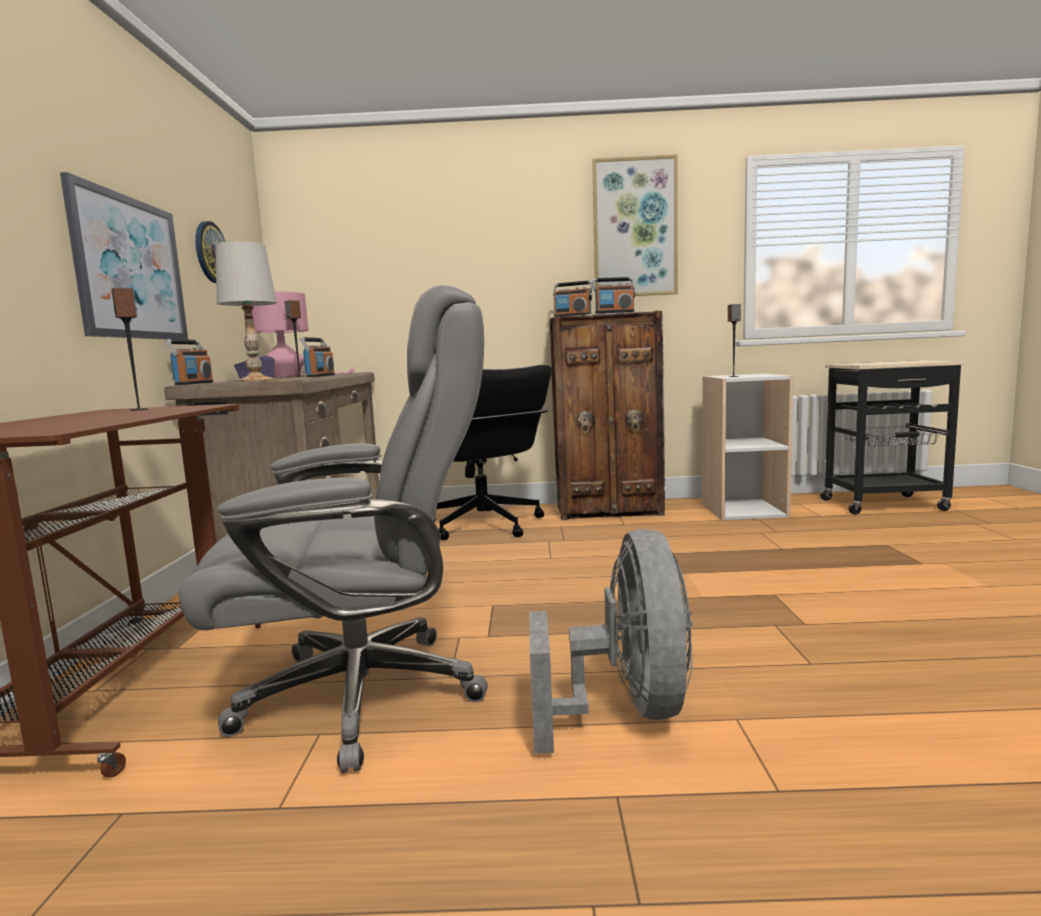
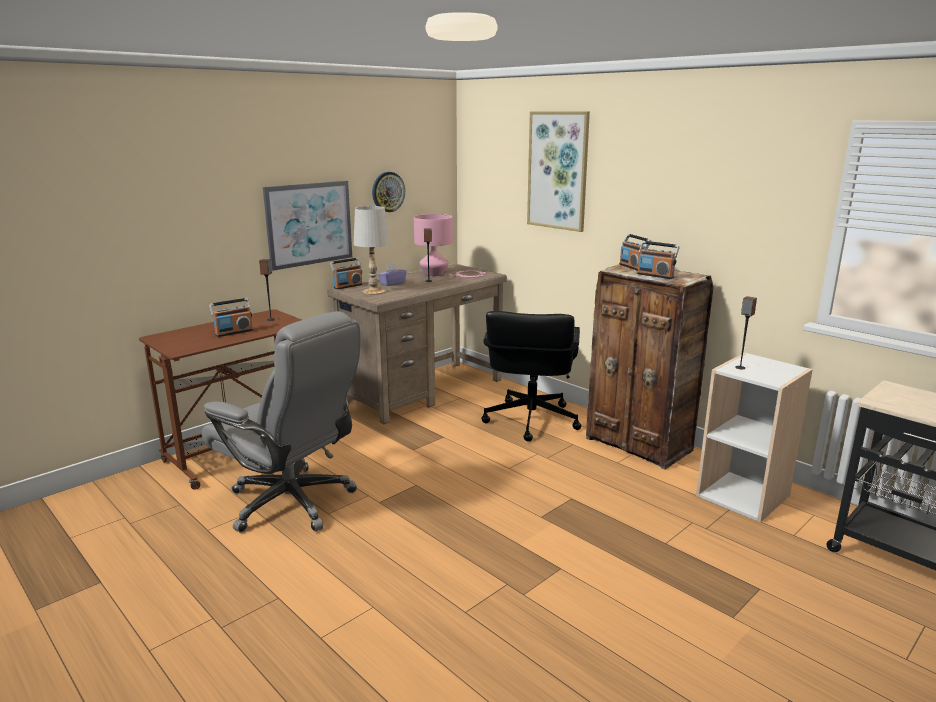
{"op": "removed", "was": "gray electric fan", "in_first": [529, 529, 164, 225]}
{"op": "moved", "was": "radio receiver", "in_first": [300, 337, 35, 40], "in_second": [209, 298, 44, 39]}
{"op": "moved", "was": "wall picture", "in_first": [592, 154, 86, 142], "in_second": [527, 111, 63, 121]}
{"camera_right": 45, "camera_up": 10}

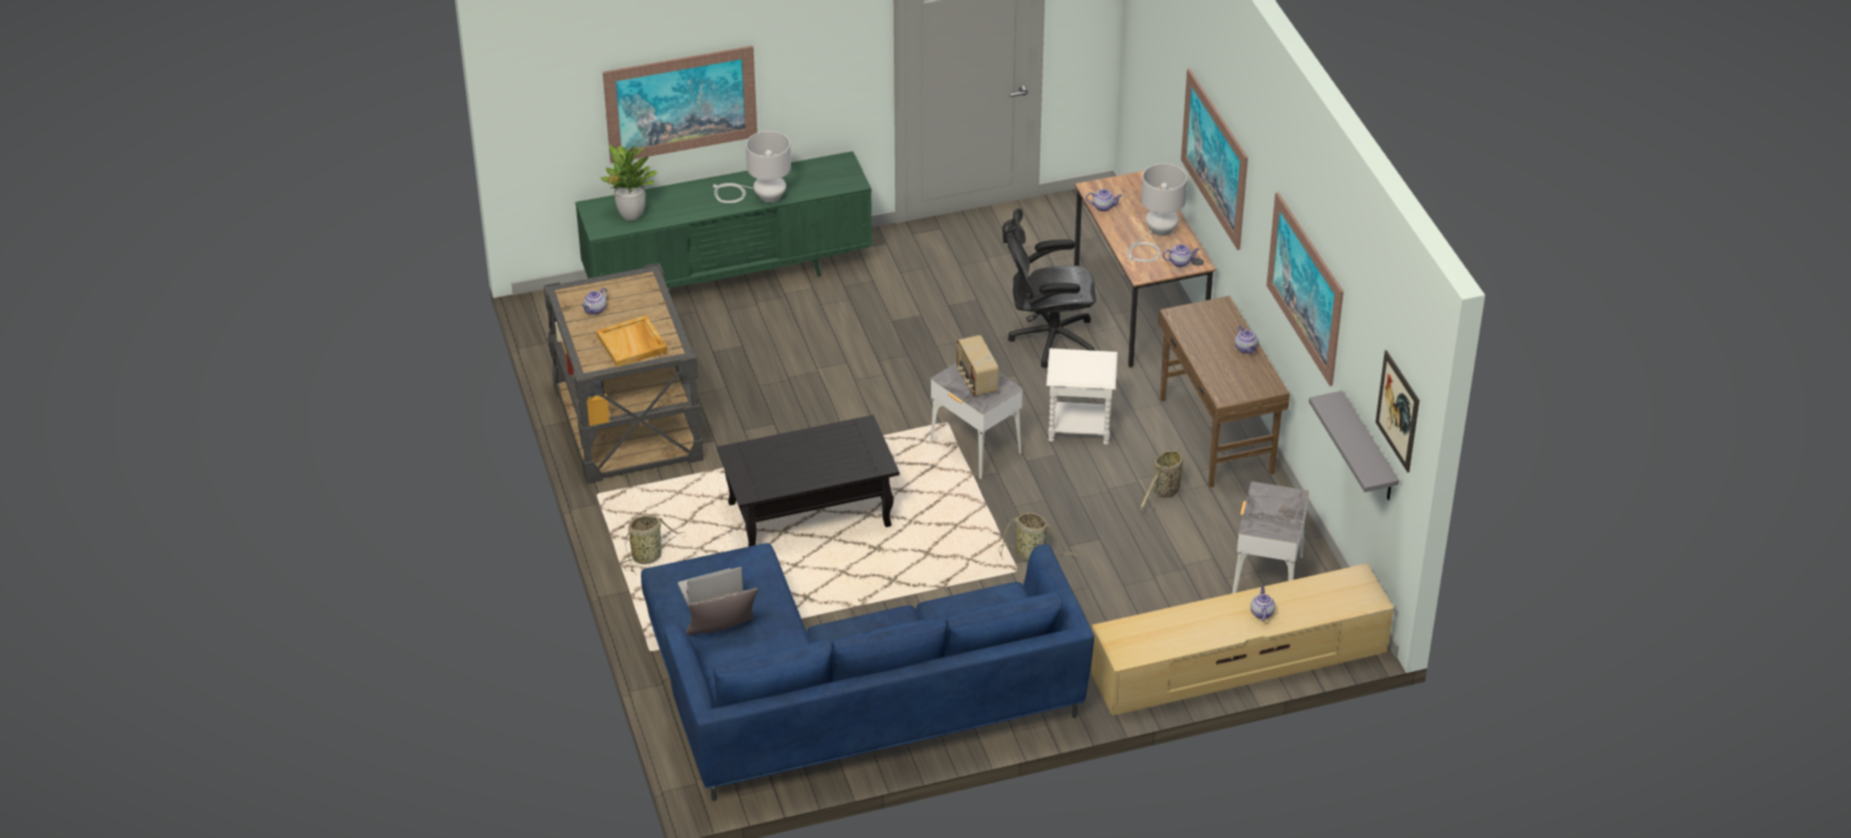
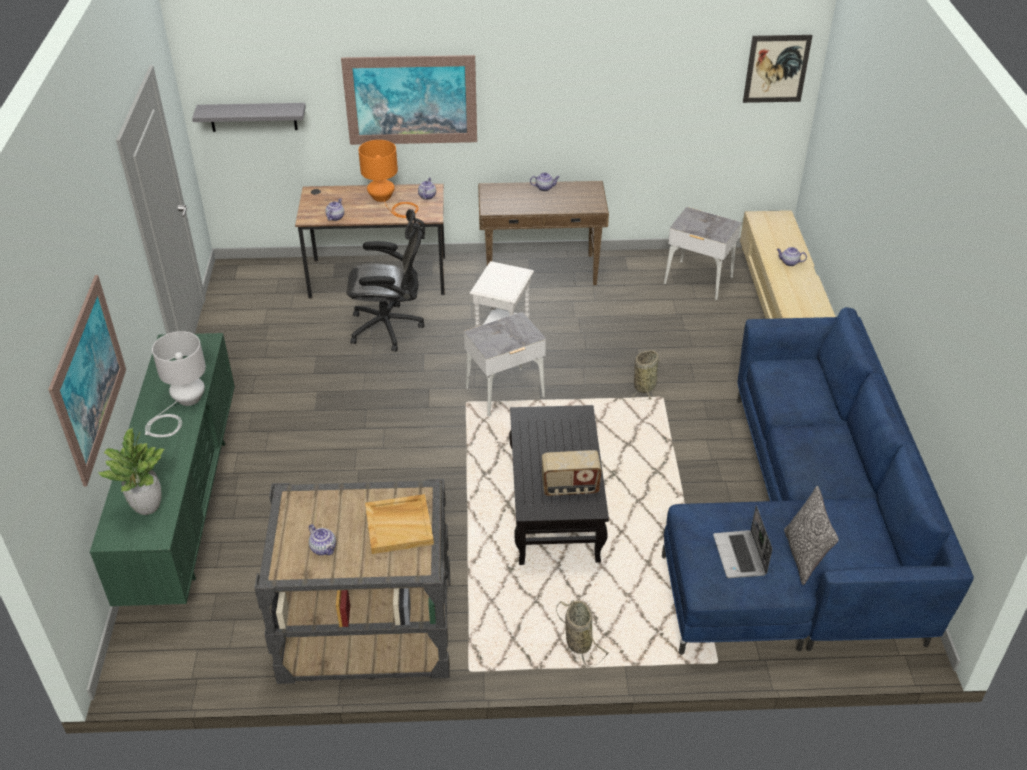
{"op": "removed", "was": "household basket", "in_first": [1140, 448, 45, 65]}
{"op": "removed", "was": "wall picture", "in_first": [1266, 192, 78, 194]}
{"op": "moved", "was": "radio receiver", "in_first": [957, 335, 41, 61], "in_second": [542, 450, 60, 46]}
{"op": "moved", "was": "gray bracket shelf", "in_first": [1309, 391, 90, 109], "in_second": [192, 103, 114, 29]}
{"op": "recoloured", "was": "white-coloured table lamp", "now": "orange table lamp", "in_first": [1126, 163, 61, 99], "in_second": [359, 140, 60, 78]}
{"op": "turned", "was": "office chair", "in_first": [1002, 209, 94, 159], "in_second": [346, 209, 79, 143], "clockwise": -105}
{"camera_right": -75, "camera_up": 0}

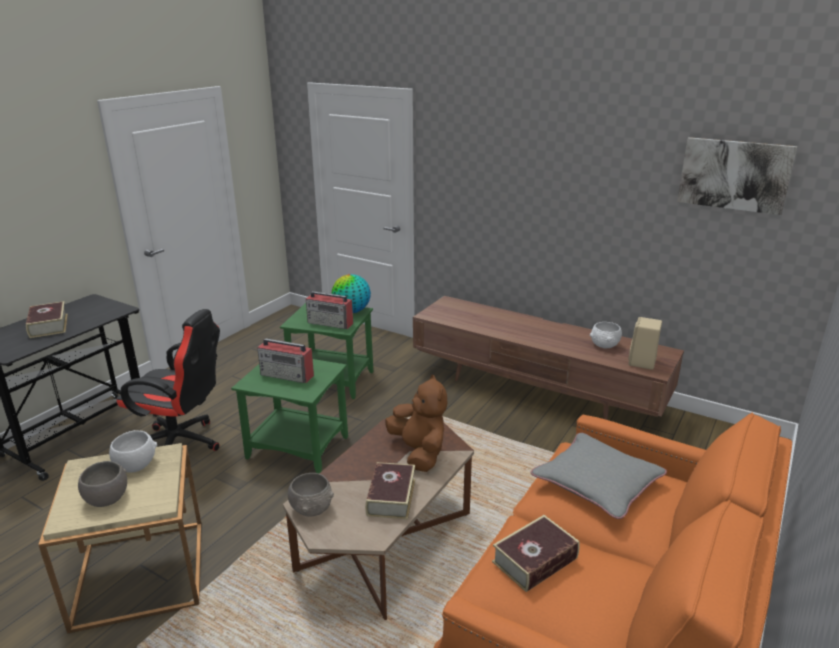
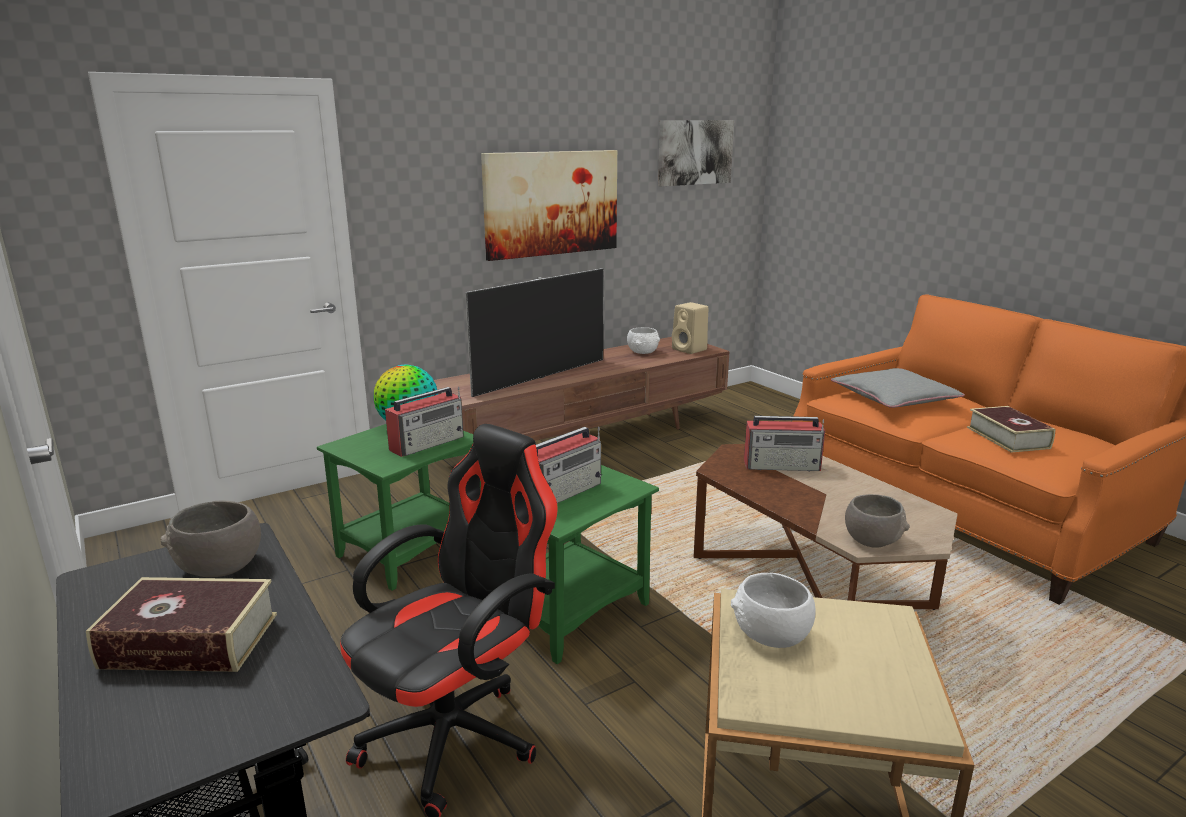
{"op": "removed", "was": "bound book", "in_first": [365, 462, 50, 57]}
{"op": "added", "now": "television", "in_second": [465, 268, 139, 129]}
{"op": "added", "now": "wall picture", "in_second": [481, 150, 136, 111]}
{"op": "moved", "was": "gray bowl", "in_first": [78, 461, 49, 46], "in_second": [161, 501, 100, 76]}
{"op": "replaced", "was": "brownish soft toy", "now": "radio receiver", "in_first": [385, 374, 63, 98], "in_second": [744, 416, 81, 55]}
{"camera_right": -65, "camera_up": -5}

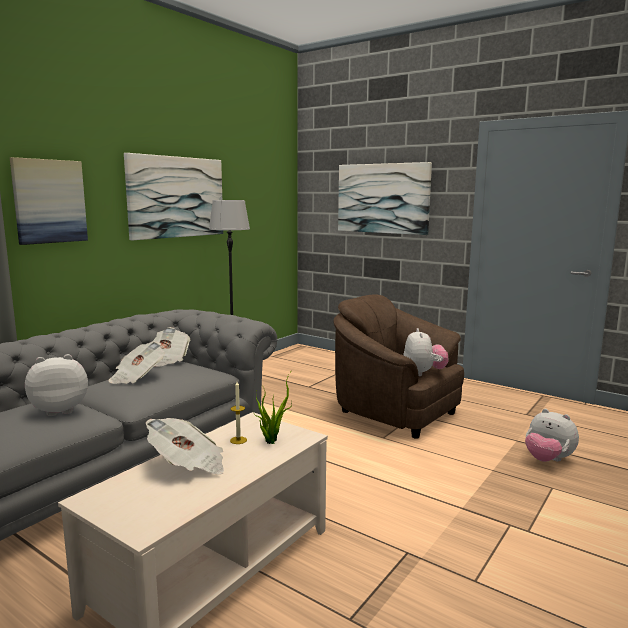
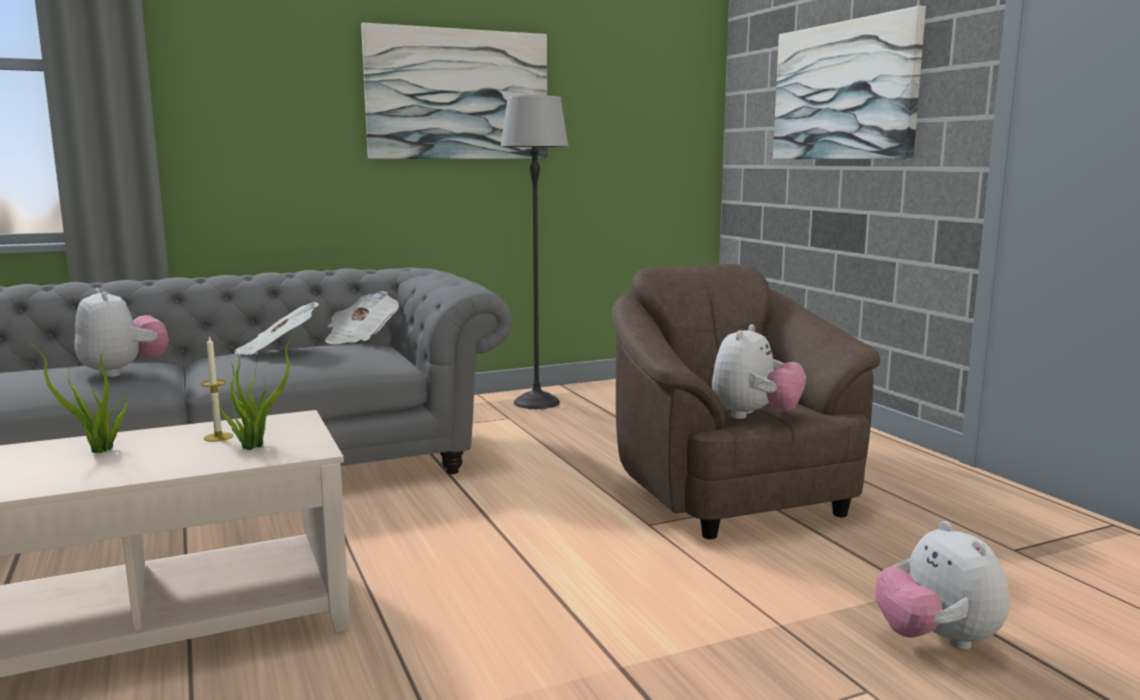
{"op": "removed", "was": "wall picture", "in_first": [10, 157, 78, 88]}
{"op": "replaced", "was": "daily paper", "now": "plant in a pot", "in_first": [146, 418, 78, 57], "in_second": [29, 342, 99, 111]}
{"op": "turned", "was": "soft toy", "in_first": [25, 354, 63, 62], "in_second": [75, 288, 94, 89], "clockwise": 45}
{"camera_right": 30, "camera_up": 0}

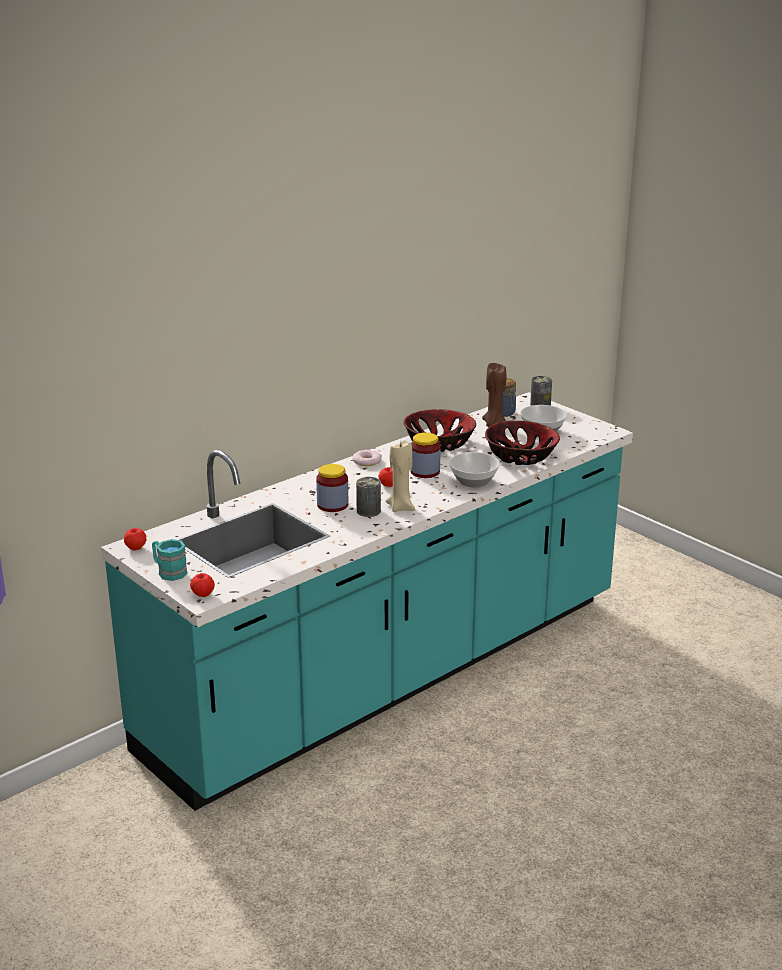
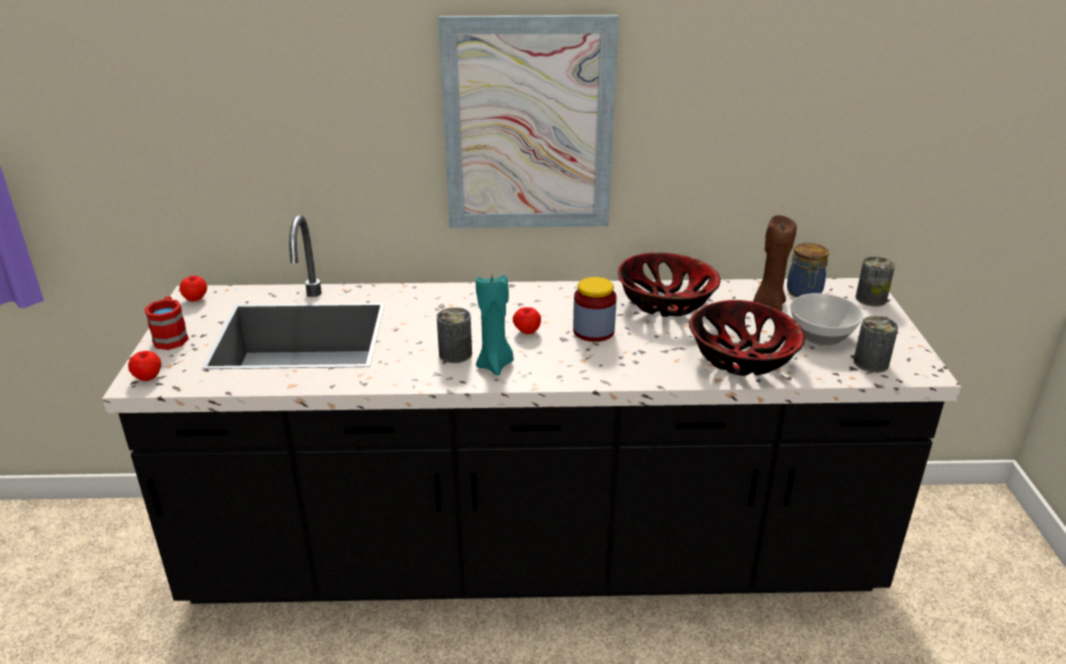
{"op": "removed", "was": "preserve jar", "in_first": [316, 464, 32, 48]}
{"op": "removed", "was": "ring doughnut", "in_first": [353, 450, 29, 16]}
{"op": "removed", "was": "bowl", "in_first": [449, 452, 51, 36]}
{"op": "added", "now": "wall picture", "in_second": [438, 15, 181, 213]}
{"op": "added", "now": "sealed can", "in_second": [854, 316, 44, 57]}
{"op": "recoloured", "was": "turquoise kitchen base unit", "now": "black kitchen base unit", "in_first": [101, 392, 532, 419], "in_second": [102, 215, 859, 389]}
{"op": "recoloured", "was": "turquoise coffee mug", "now": "red-coloured coffee mug", "in_first": [152, 539, 35, 42], "in_second": [144, 296, 45, 54]}
{"op": "recoloured", "was": "beige-coloured wax candle", "now": "turquoise wax candle", "in_first": [385, 440, 30, 72], "in_second": [476, 275, 38, 101]}
{"camera_right": 40, "camera_up": 5}

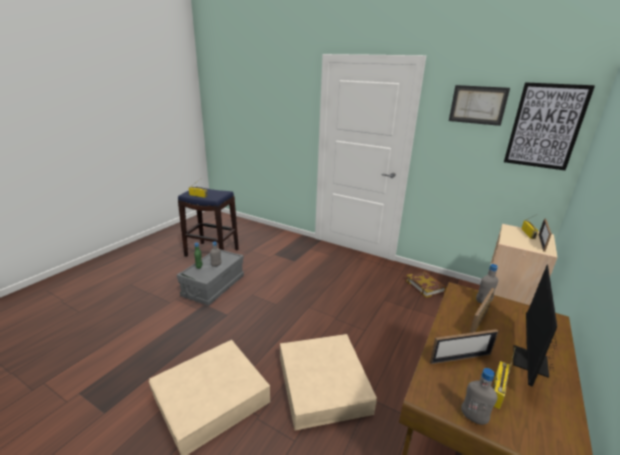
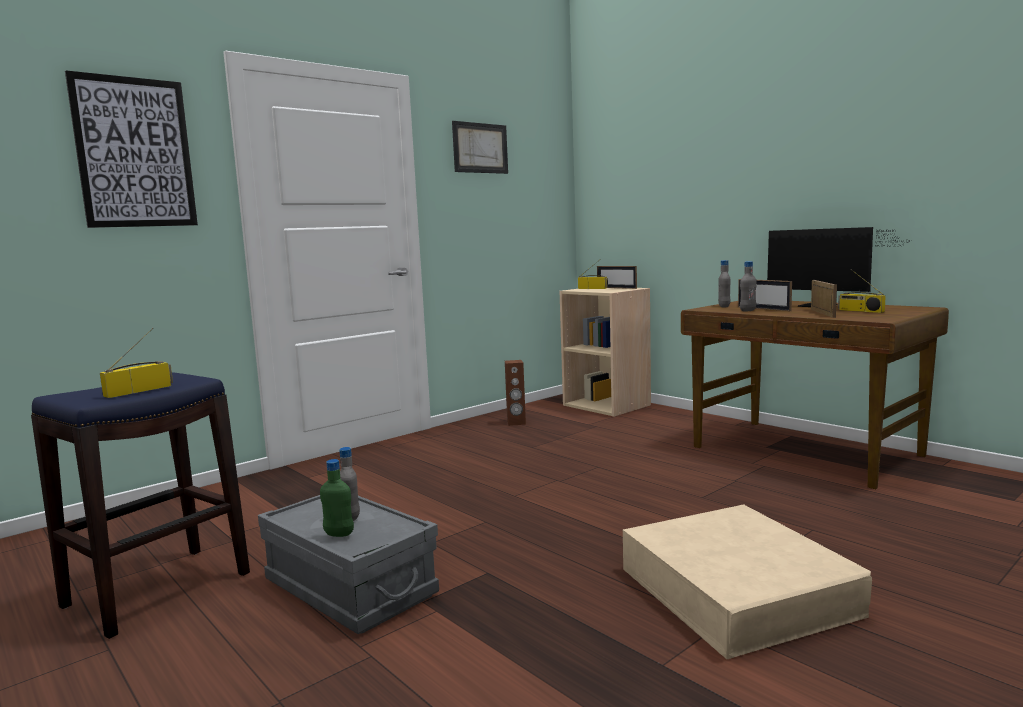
{"op": "removed", "was": "beige-coloured storage bin", "in_first": [280, 334, 97, 97]}
{"op": "moved", "was": "gray drink bottle", "in_first": [461, 368, 36, 57], "in_second": [740, 261, 17, 51]}
{"op": "moved", "was": "wall picture", "in_first": [504, 82, 91, 88], "in_second": [65, 70, 133, 158]}
{"op": "replaced", "was": "bound book", "now": "brownish loudspeaker", "in_first": [406, 271, 40, 27], "in_second": [505, 360, 21, 66]}
{"camera_right": -70, "camera_up": -15}

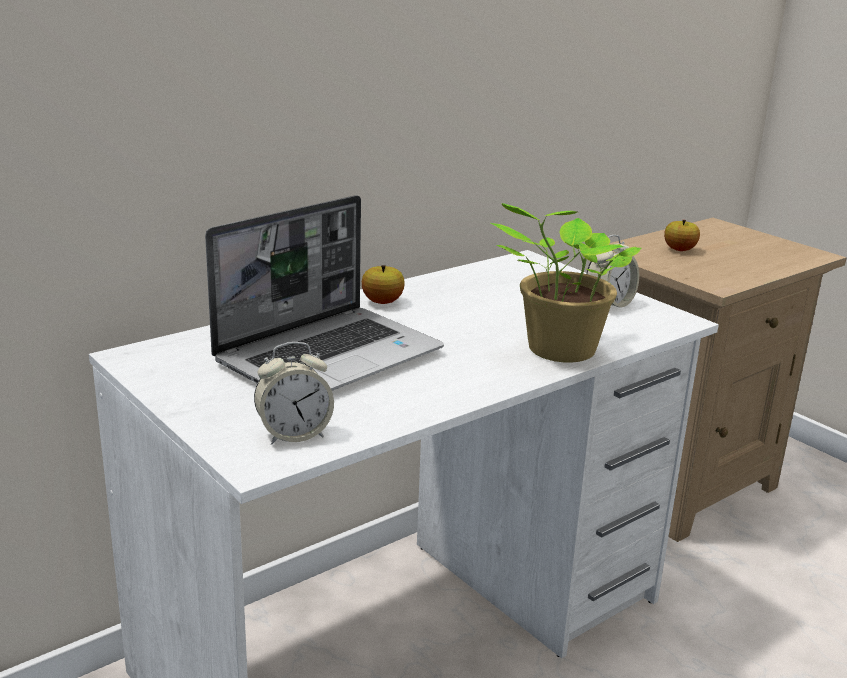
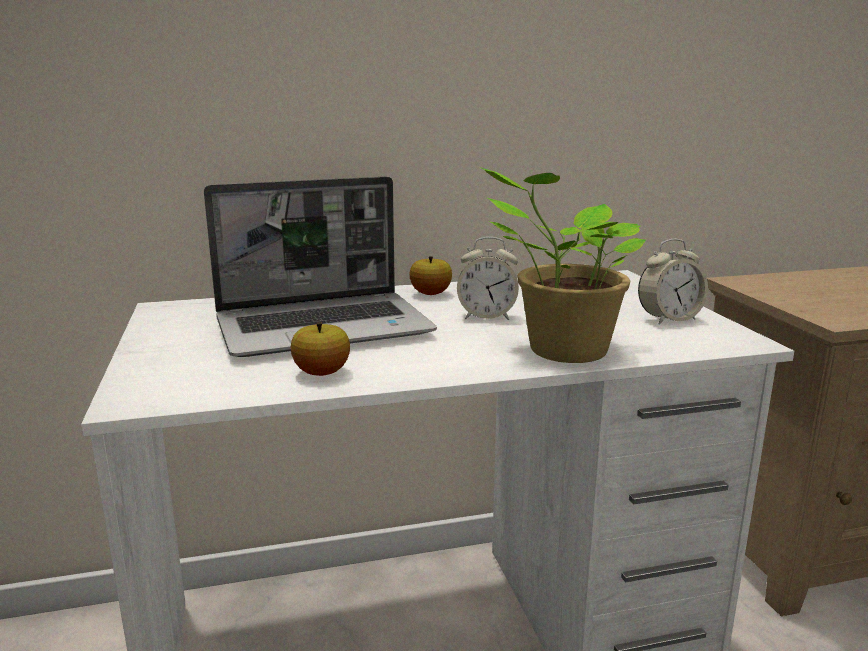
{"op": "moved", "was": "alarm clock", "in_first": [254, 342, 80, 103], "in_second": [457, 237, 62, 83]}
{"op": "moved", "was": "apple", "in_first": [664, 220, 36, 31], "in_second": [291, 323, 59, 53]}
{"camera_right": 25, "camera_up": -5}

